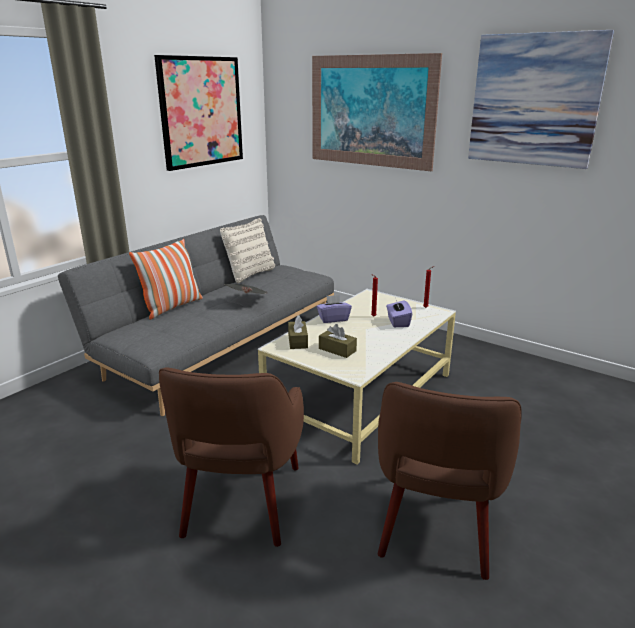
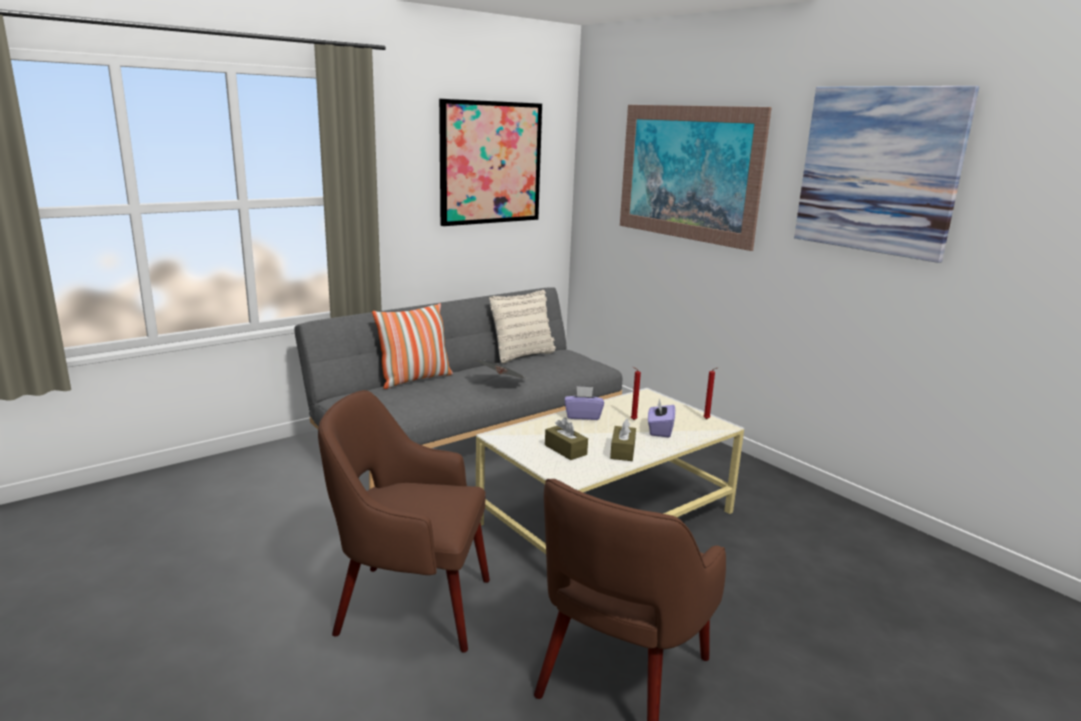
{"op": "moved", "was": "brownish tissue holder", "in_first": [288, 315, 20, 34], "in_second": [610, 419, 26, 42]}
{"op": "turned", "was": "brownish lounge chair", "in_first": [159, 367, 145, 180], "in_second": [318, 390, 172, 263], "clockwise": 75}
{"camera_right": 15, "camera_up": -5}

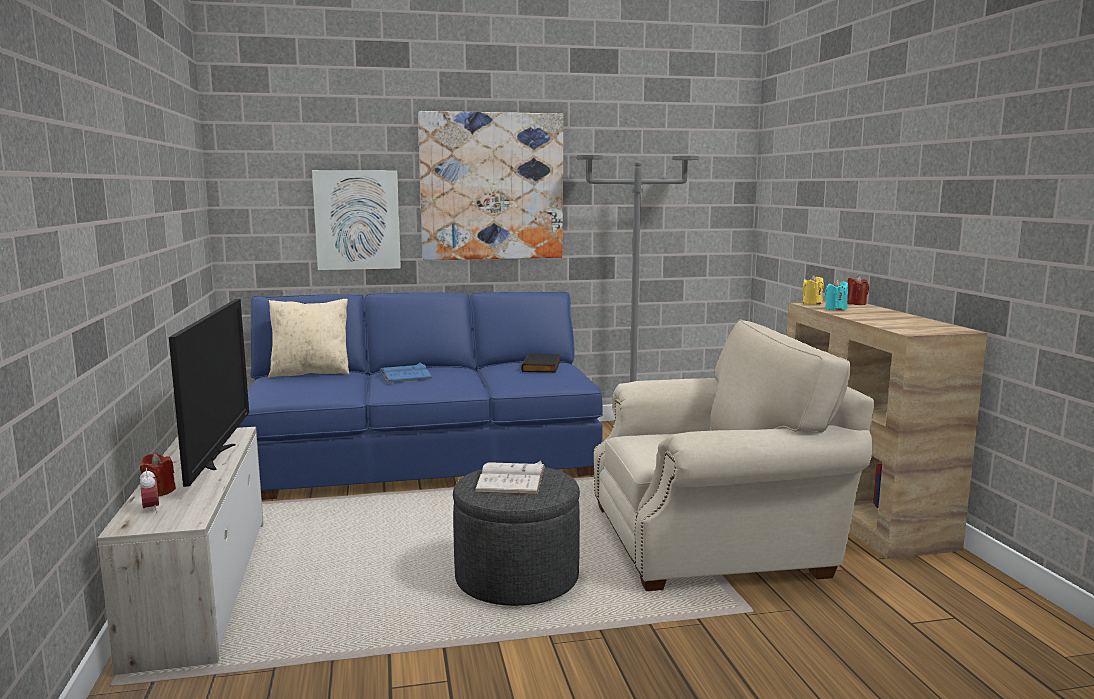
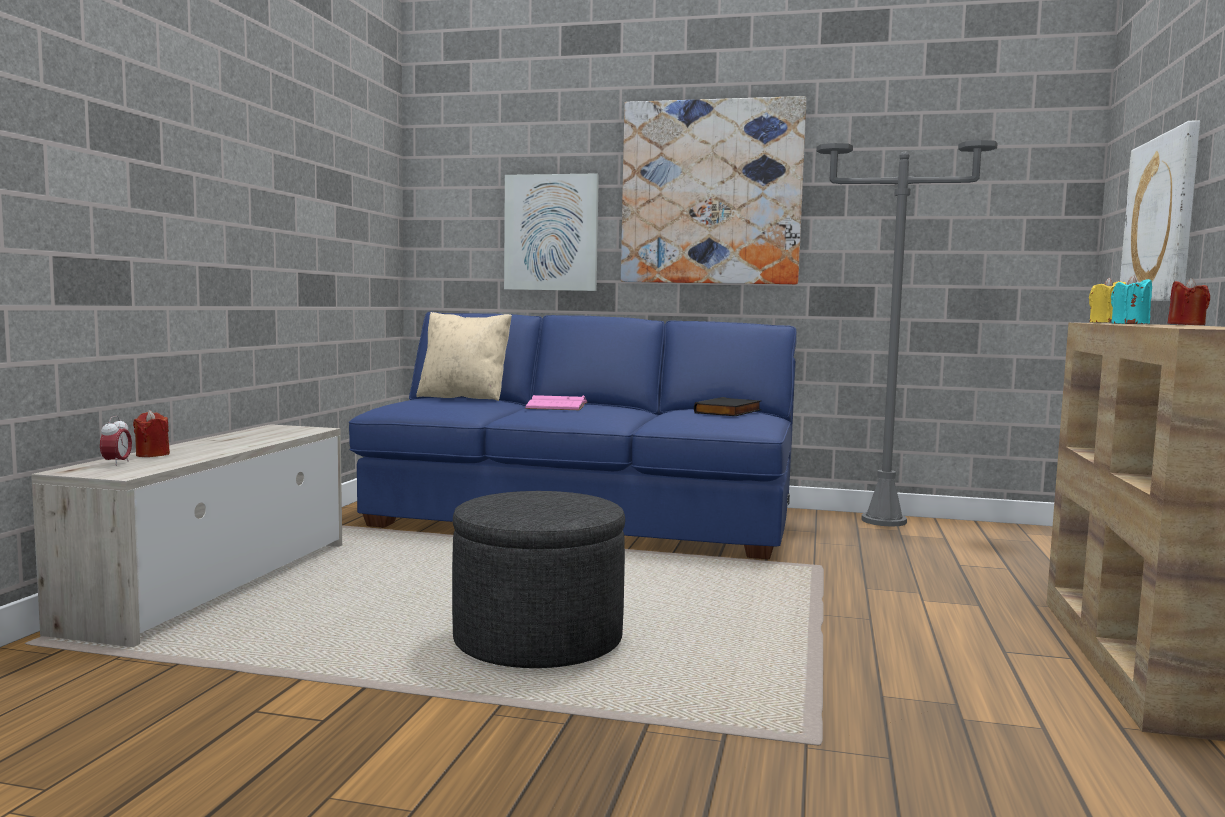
{"op": "removed", "was": "television", "in_first": [169, 299, 80, 188]}
{"op": "removed", "was": "white-coloured bound book", "in_first": [474, 460, 71, 35]}
{"op": "removed", "was": "beige-coloured lounge chair", "in_first": [593, 320, 281, 271]}
{"op": "added", "now": "wall picture", "in_second": [1120, 120, 80, 181]}
{"op": "recoloured", "was": "blue bound book", "now": "pink bound book", "in_first": [380, 362, 53, 21], "in_second": [525, 395, 63, 15]}
{"camera_right": 25, "camera_up": -5}

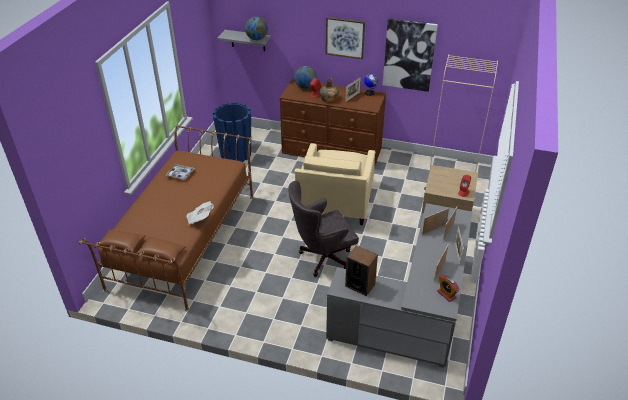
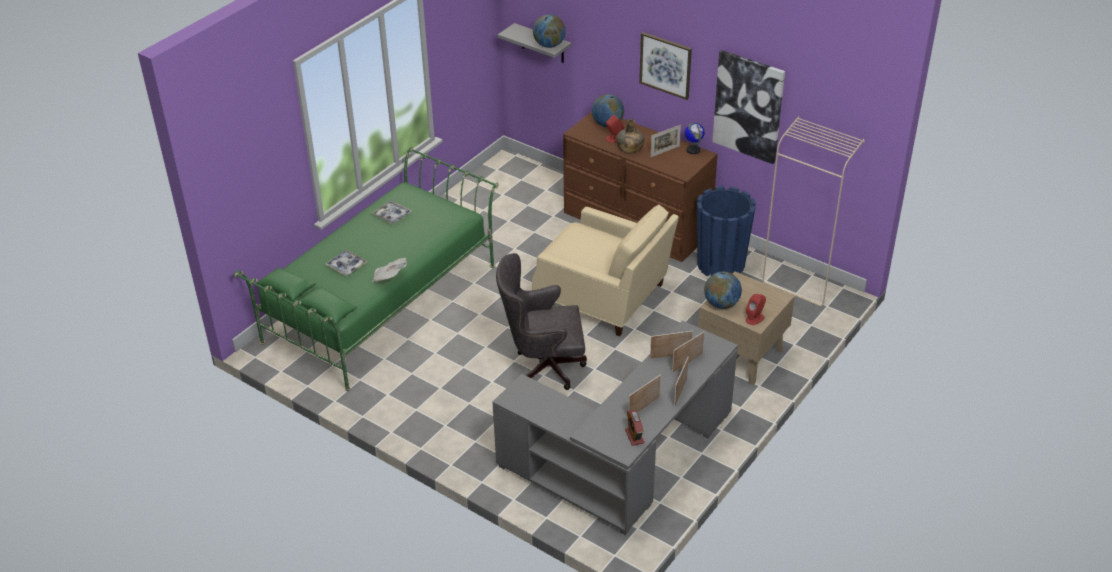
{"op": "removed", "was": "loudspeaker", "in_first": [345, 246, 33, 50]}
{"op": "added", "now": "carrying tray", "in_second": [326, 250, 41, 26]}
{"op": "added", "now": "desk globe", "in_second": [704, 272, 38, 37]}
{"op": "moved", "was": "blue plant pot", "in_first": [213, 102, 38, 60], "in_second": [697, 186, 59, 90]}
{"op": "recoloured", "was": "brownish bedroom bed", "now": "green-coloured bedroom bed", "in_first": [79, 124, 175, 188], "in_second": [234, 147, 265, 244]}
{"op": "turned", "was": "beige-coloured lounge chair", "in_first": [295, 143, 81, 82], "in_second": [532, 204, 147, 133], "clockwise": -90}
{"camera_right": 20, "camera_up": 0}

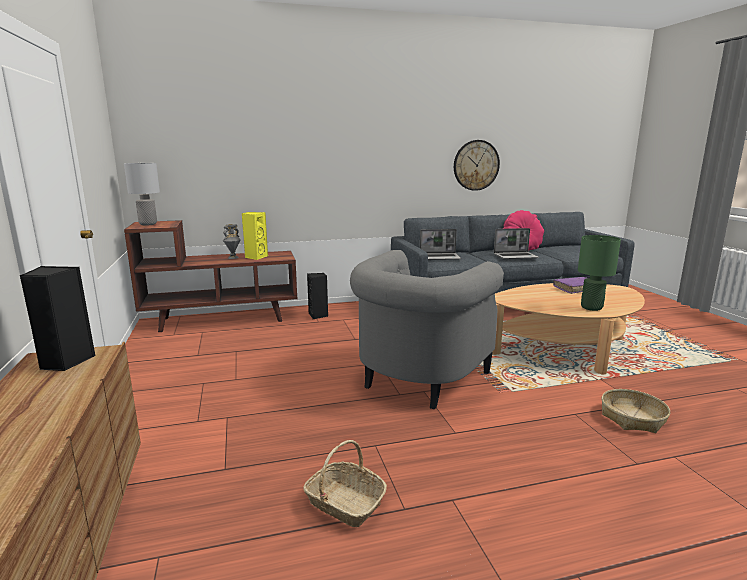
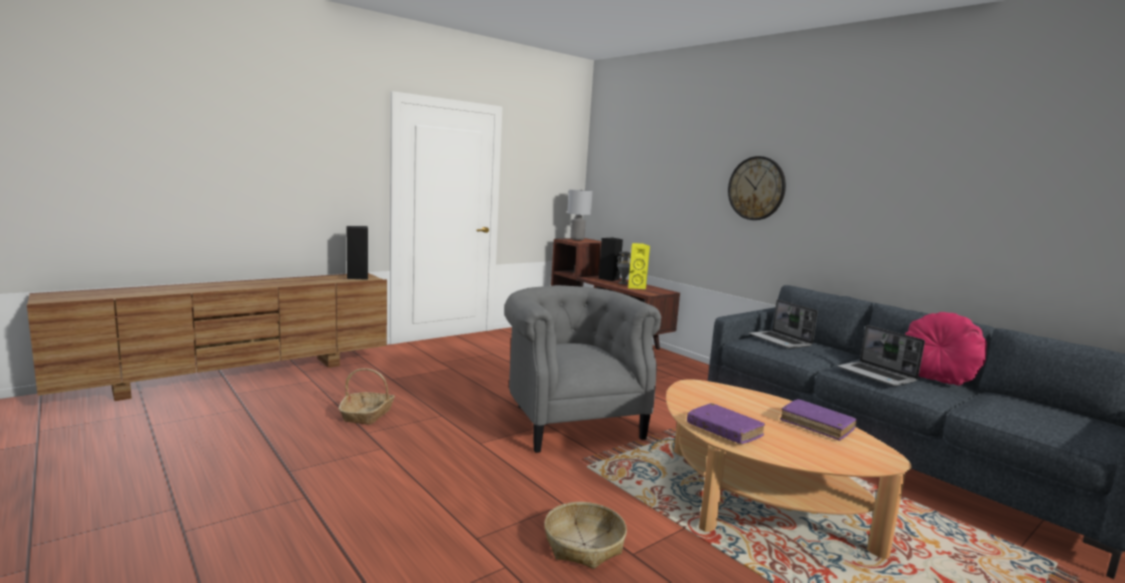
{"op": "moved", "was": "black loudspeaker", "in_first": [307, 273, 21, 46], "in_second": [599, 237, 24, 44]}
{"op": "moved", "was": "hanging clock", "in_first": [454, 140, 46, 51], "in_second": [728, 156, 58, 64]}
{"op": "replaced", "was": "green-coloured table lamp", "now": "purplish bound book", "in_first": [578, 235, 43, 76], "in_second": [687, 403, 78, 41]}
{"op": "turned", "was": "gray lounge chair", "in_first": [350, 250, 154, 159], "in_second": [505, 285, 156, 168], "clockwise": 60}
{"camera_right": 65, "camera_up": -5}

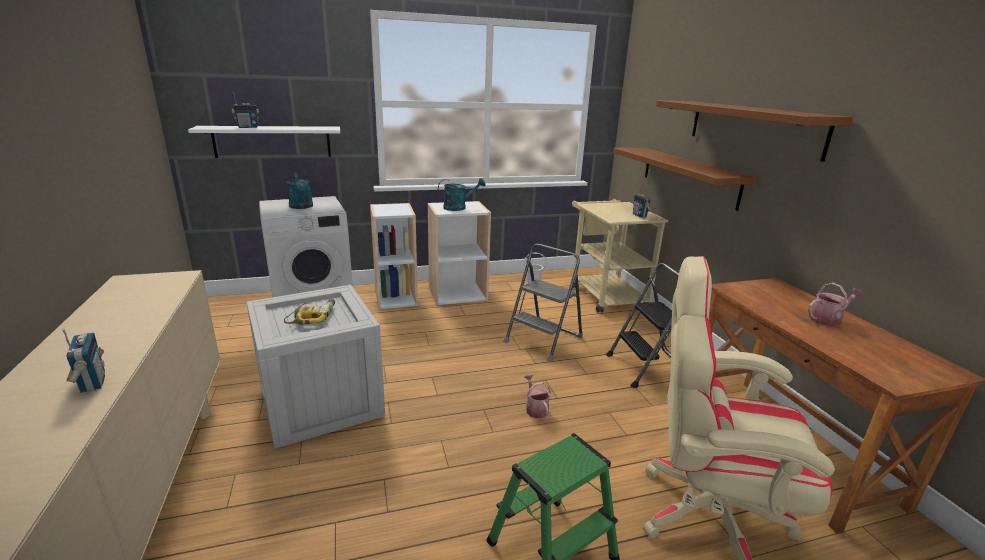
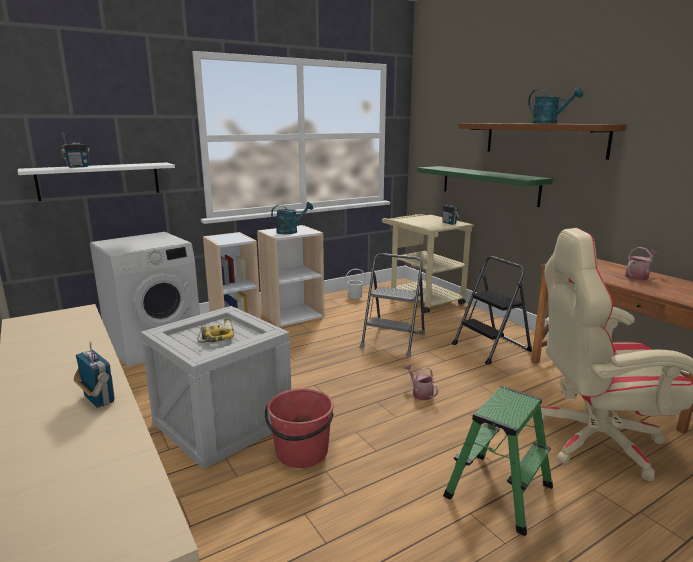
{"op": "added", "now": "red-coloured bucket", "in_second": [265, 388, 69, 80]}
{"op": "moved", "was": "turquoise watering pot", "in_first": [286, 173, 27, 36], "in_second": [528, 87, 55, 37]}
{"op": "recoloured", "was": "brownish bracket shelf", "now": "green-coloured bracket shelf", "in_first": [613, 148, 143, 63], "in_second": [417, 166, 136, 41]}
{"camera_right": -15, "camera_up": -5}

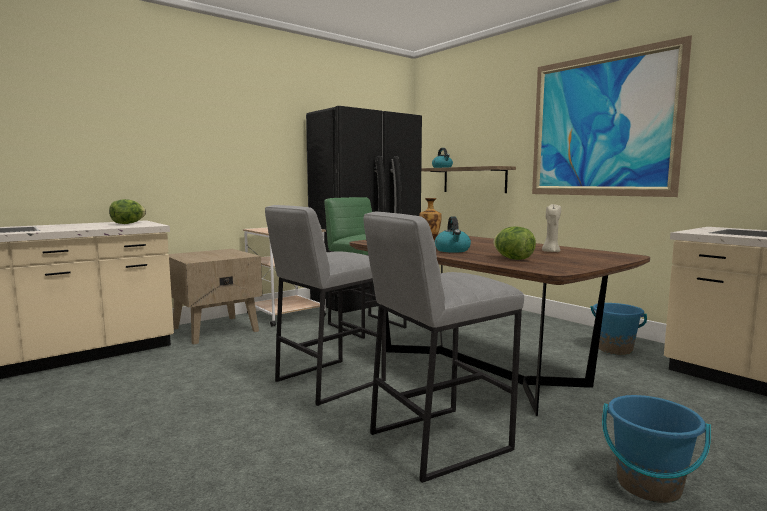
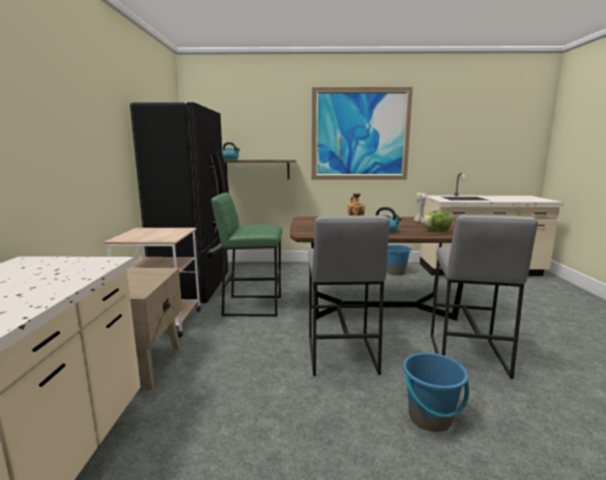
{"op": "removed", "was": "head of lettuce", "in_first": [109, 199, 37, 25]}
{"op": "moved", "was": "blue bucket", "in_first": [602, 395, 109, 108], "in_second": [403, 353, 66, 79]}
{"camera_right": -50, "camera_up": 5}

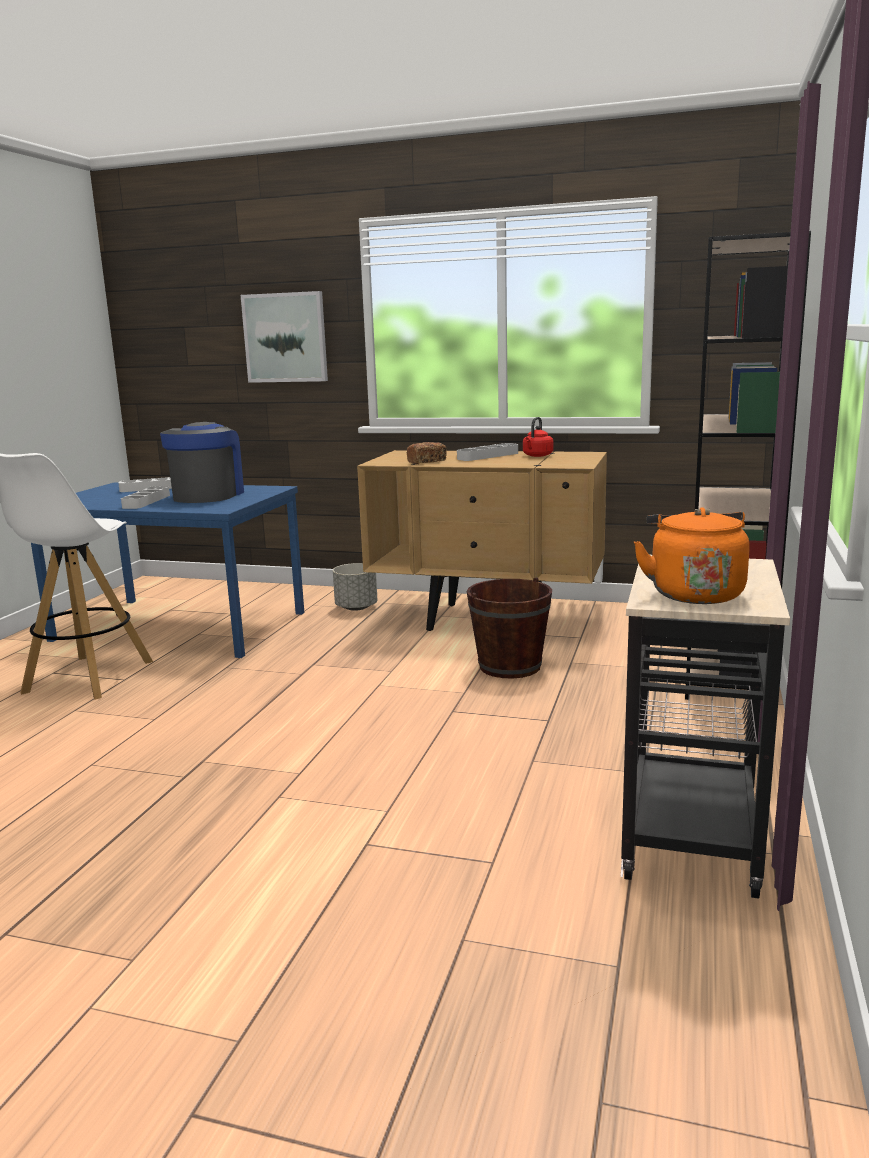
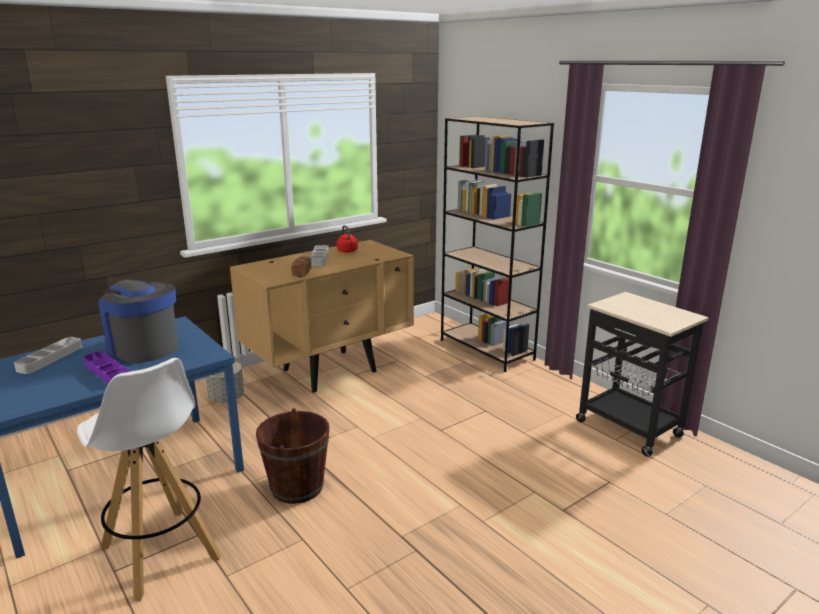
{"op": "removed", "was": "wall picture", "in_first": [241, 291, 87, 92]}
{"op": "removed", "was": "orange tea kettle", "in_first": [634, 507, 116, 97]}
{"op": "moved", "was": "brownish bucket", "in_first": [467, 577, 85, 102], "in_second": [256, 408, 73, 96]}
{"op": "recoloured", "was": "gray carrying tray", "now": "purplish carrying tray", "in_first": [121, 486, 49, 23], "in_second": [84, 351, 45, 33]}
{"camera_right": -55, "camera_up": 5}

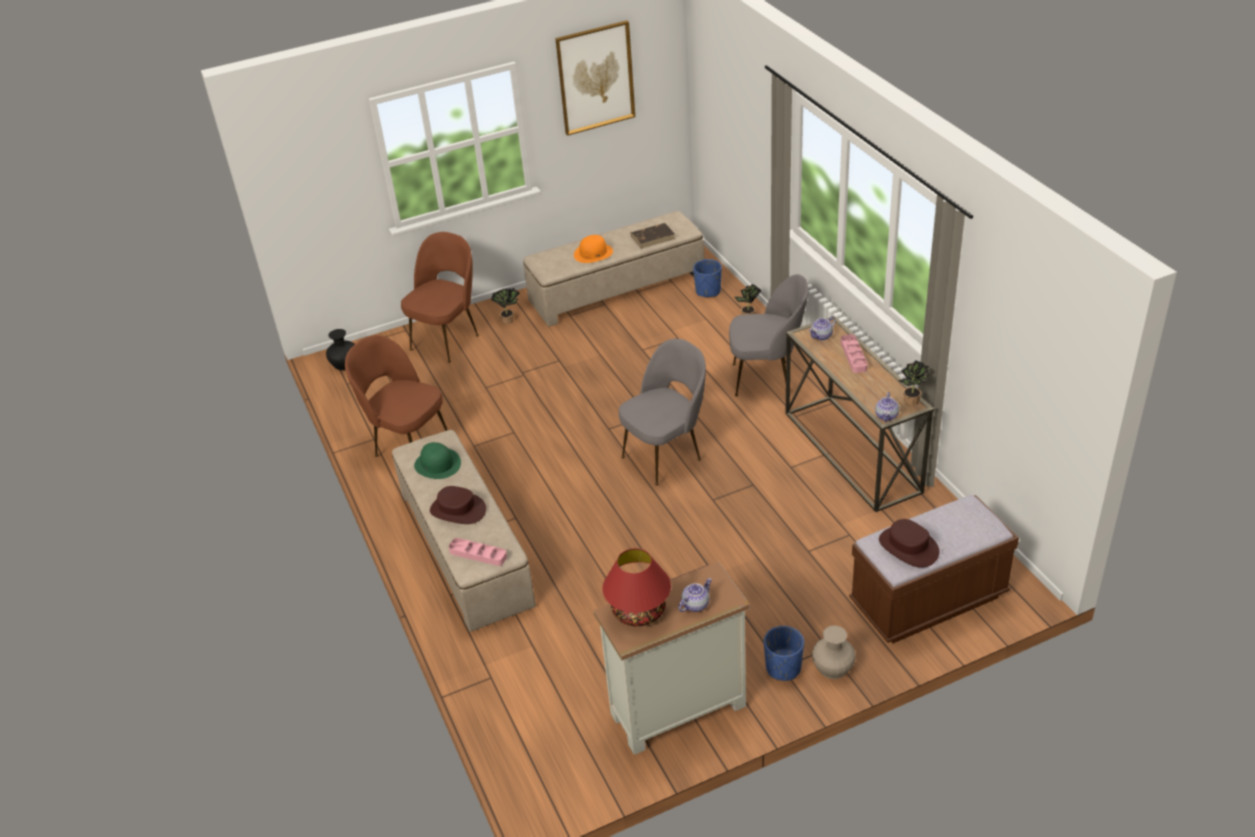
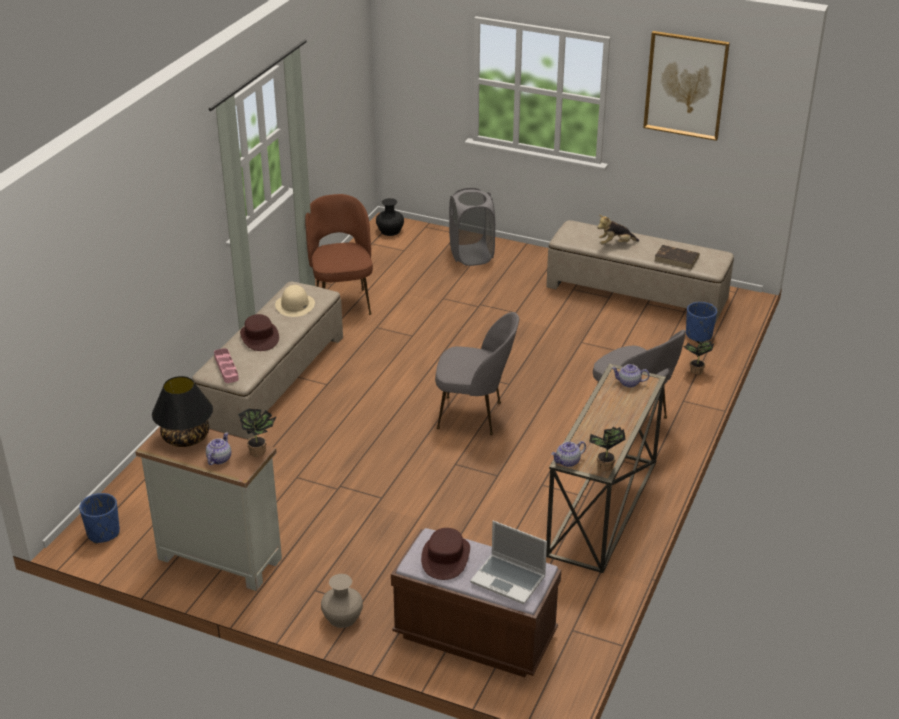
{"op": "removed", "was": "pink carrying tray", "in_first": [841, 334, 26, 39]}
{"op": "added", "now": "portable computer", "in_second": [470, 521, 77, 83]}
{"op": "moved", "was": "plant in a pot", "in_first": [491, 288, 29, 36], "in_second": [238, 408, 39, 48]}
{"op": "moved", "was": "blue plant pot", "in_first": [764, 626, 40, 55], "in_second": [79, 493, 41, 51]}
{"op": "replaced", "was": "brownish plain chair", "now": "gray hamper", "in_first": [401, 232, 78, 131], "in_second": [449, 188, 46, 78]}
{"op": "replaced", "was": "orange wearable hat", "now": "soft toy", "in_first": [574, 235, 39, 28], "in_second": [597, 215, 42, 30]}
{"op": "recoloured", "was": "green-coloured wearable hat", "now": "beige-coloured wearable hat", "in_first": [414, 442, 47, 37], "in_second": [275, 285, 40, 32]}
{"op": "recoloured", "was": "red-coloured table lamp", "now": "black table lamp", "in_first": [602, 548, 69, 79], "in_second": [152, 376, 61, 71]}
{"op": "turned", "was": "teapot", "in_first": [678, 578, 34, 34], "in_second": [206, 433, 25, 32], "clockwise": -75}
{"camera_right": 45, "camera_up": -5}

